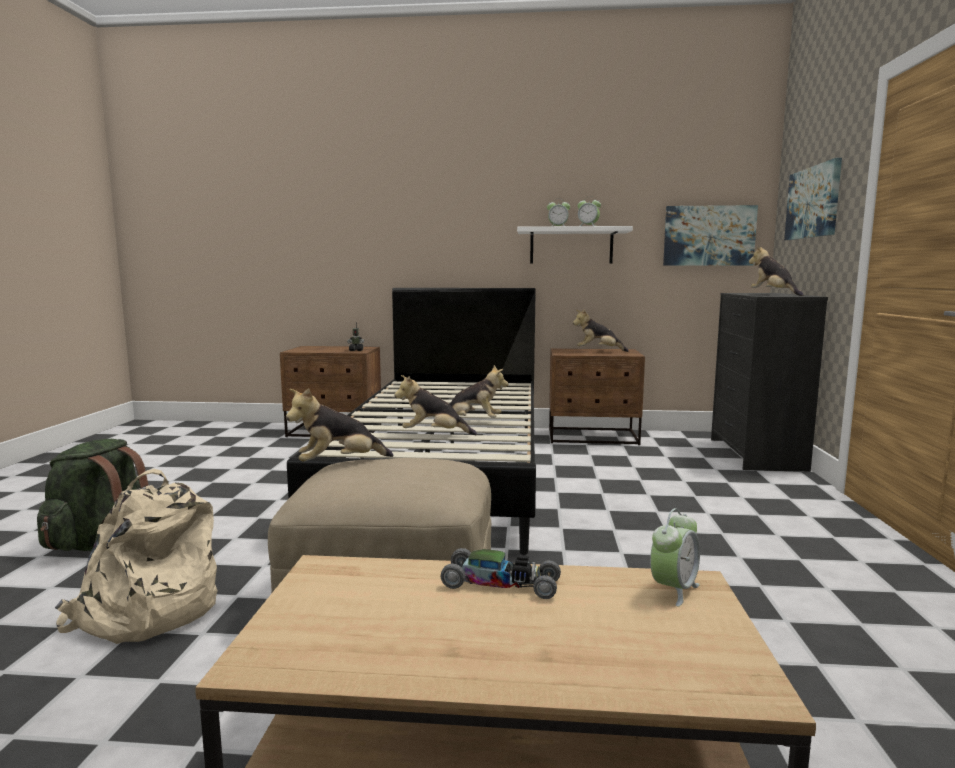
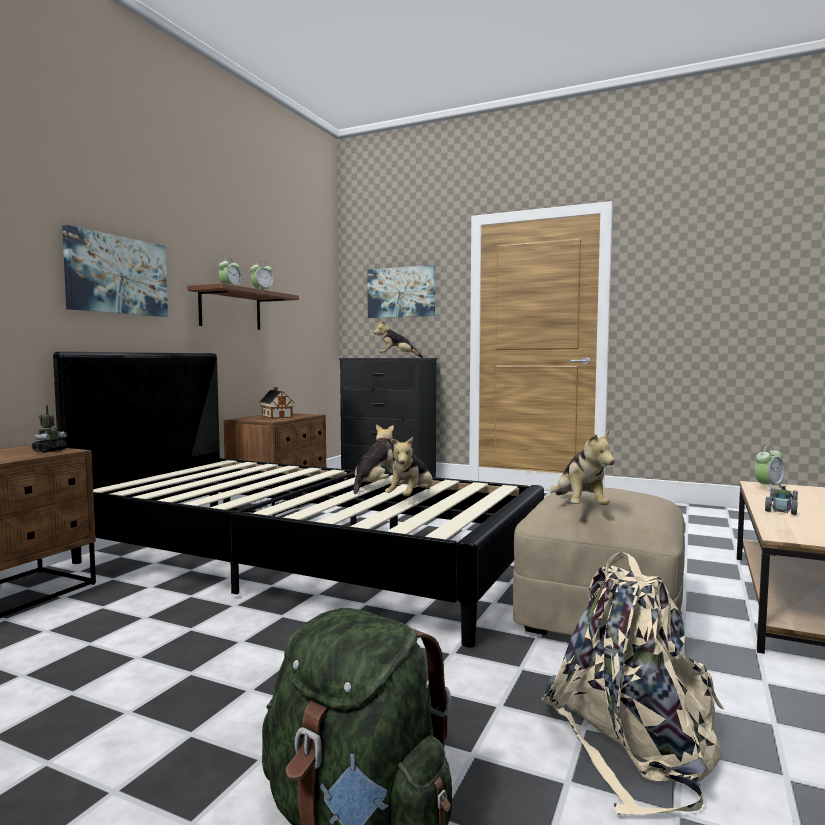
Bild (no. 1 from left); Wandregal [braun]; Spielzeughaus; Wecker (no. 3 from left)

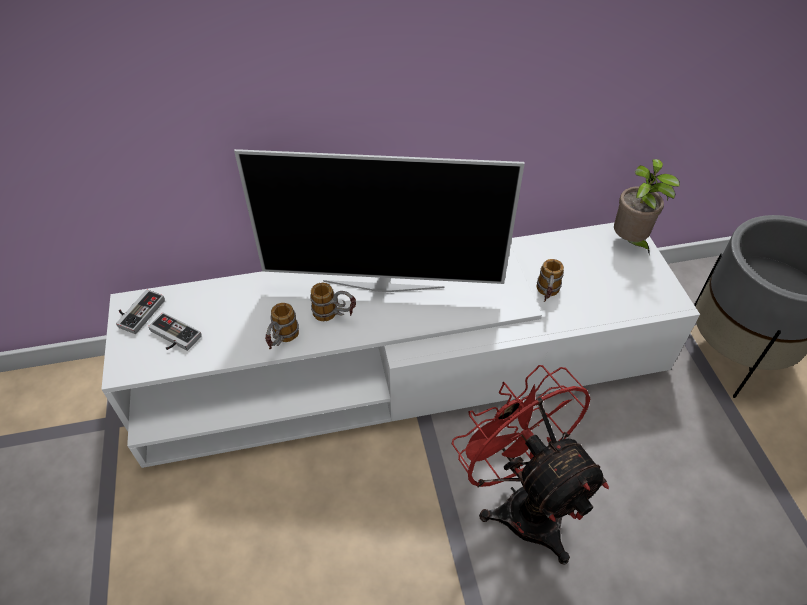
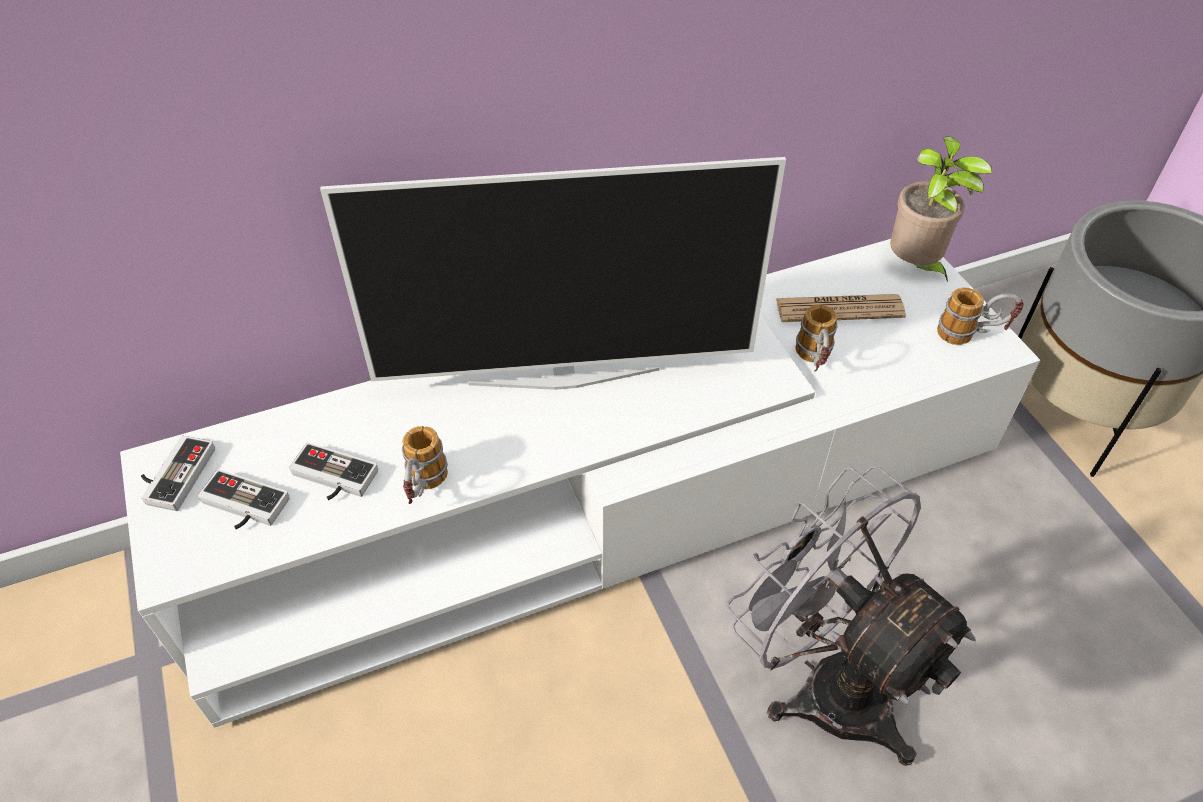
Henkelbecher (no. 3 from left); Ventilator [grau]; Zeitung; Gamepad (no. 3 from left)

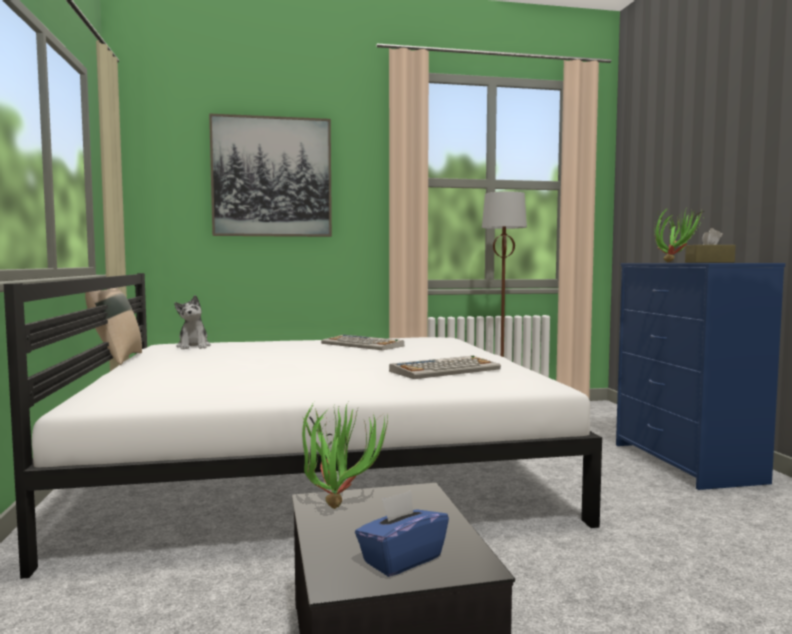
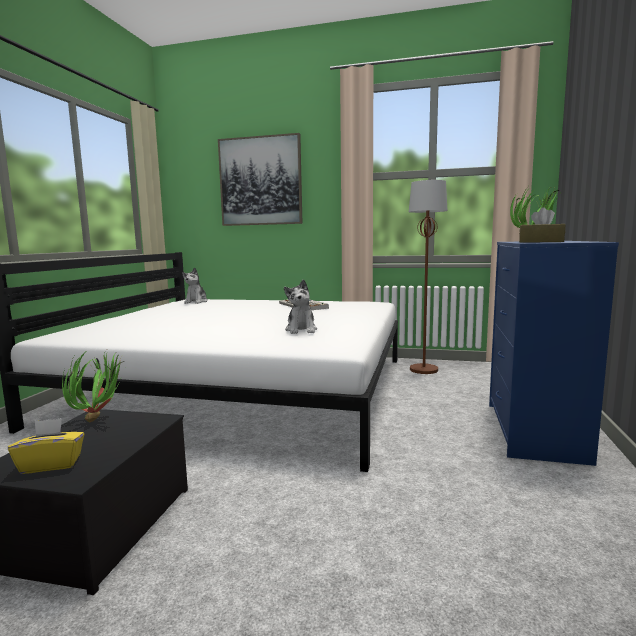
Kissen [beige]; Plüschtier (no. 2 from left); Taschentuchbox [gelb]

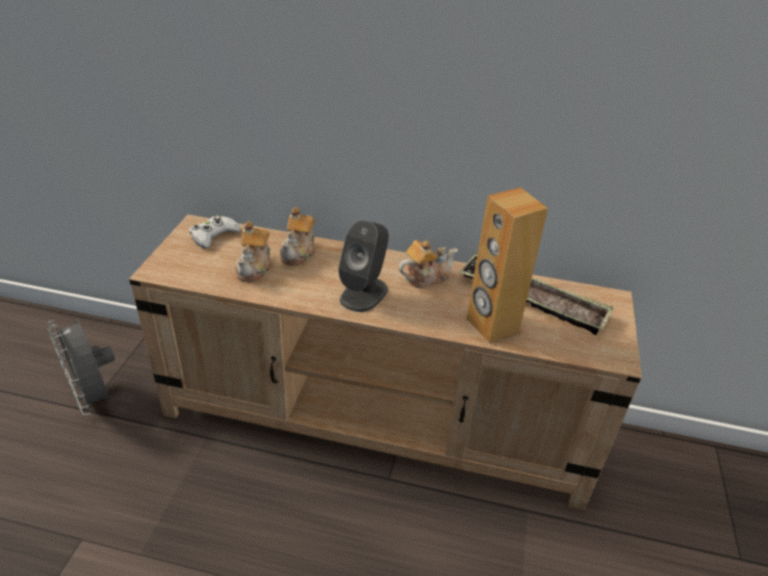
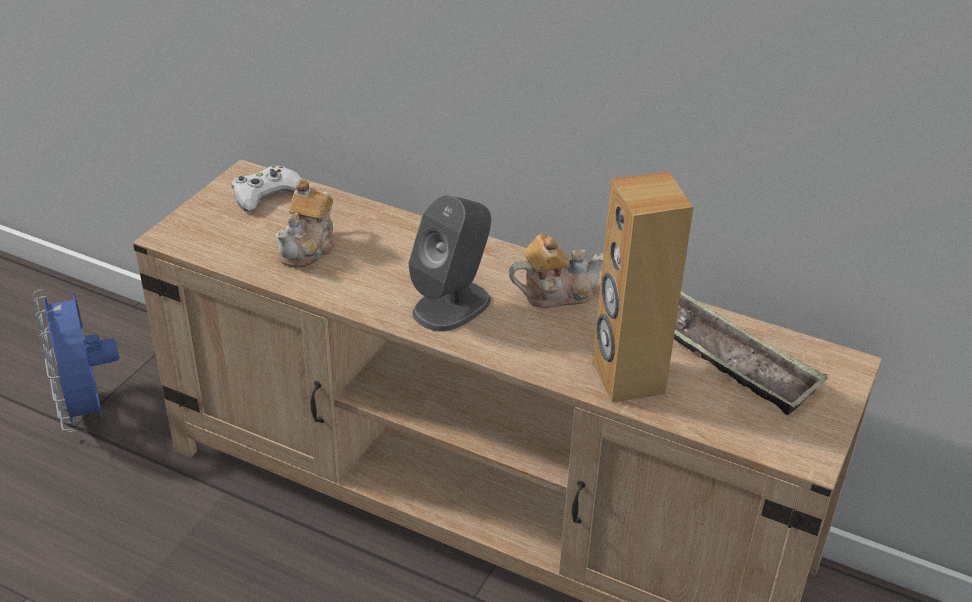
Teekanne (no. 2 from left in the first image); Ventilator [blau]

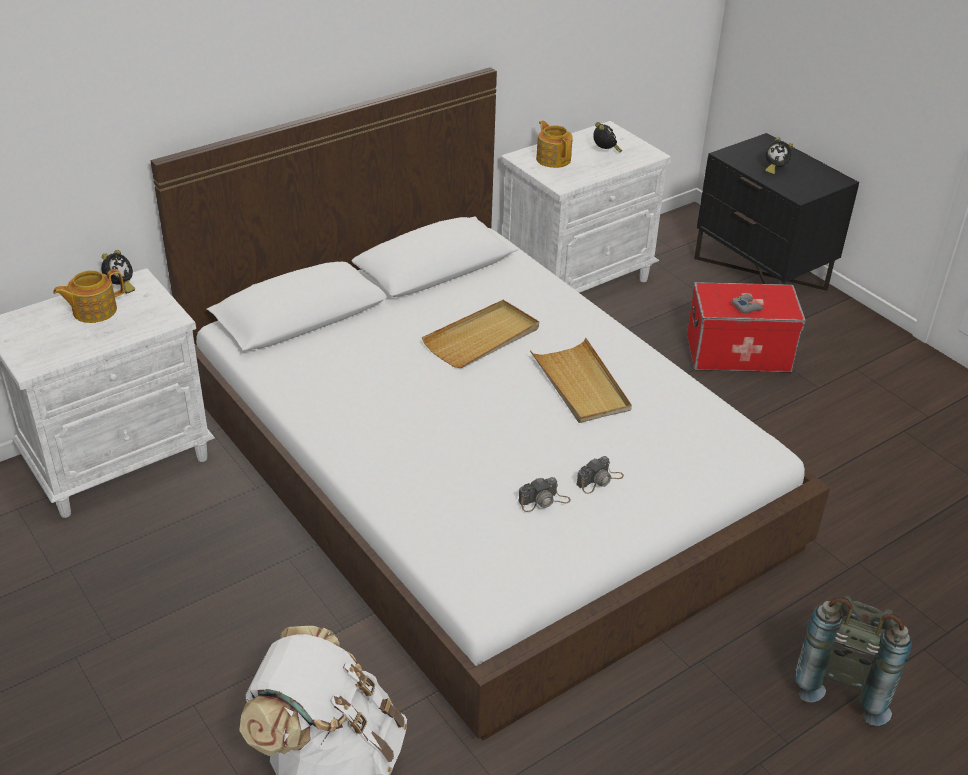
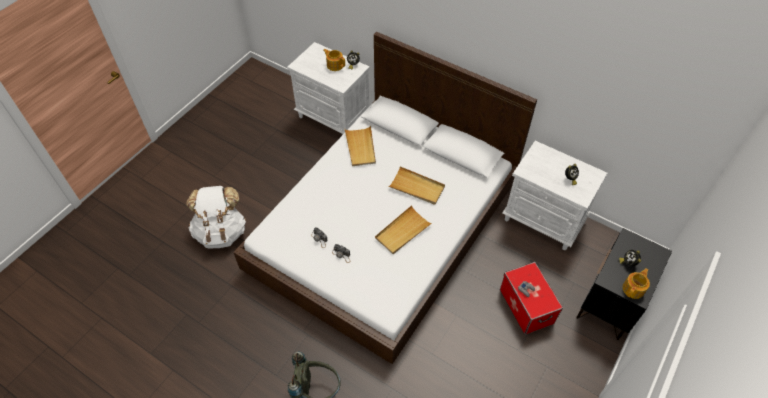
Teekanne (no. 2 from left); Tablett [beige] (no. 1 from left)

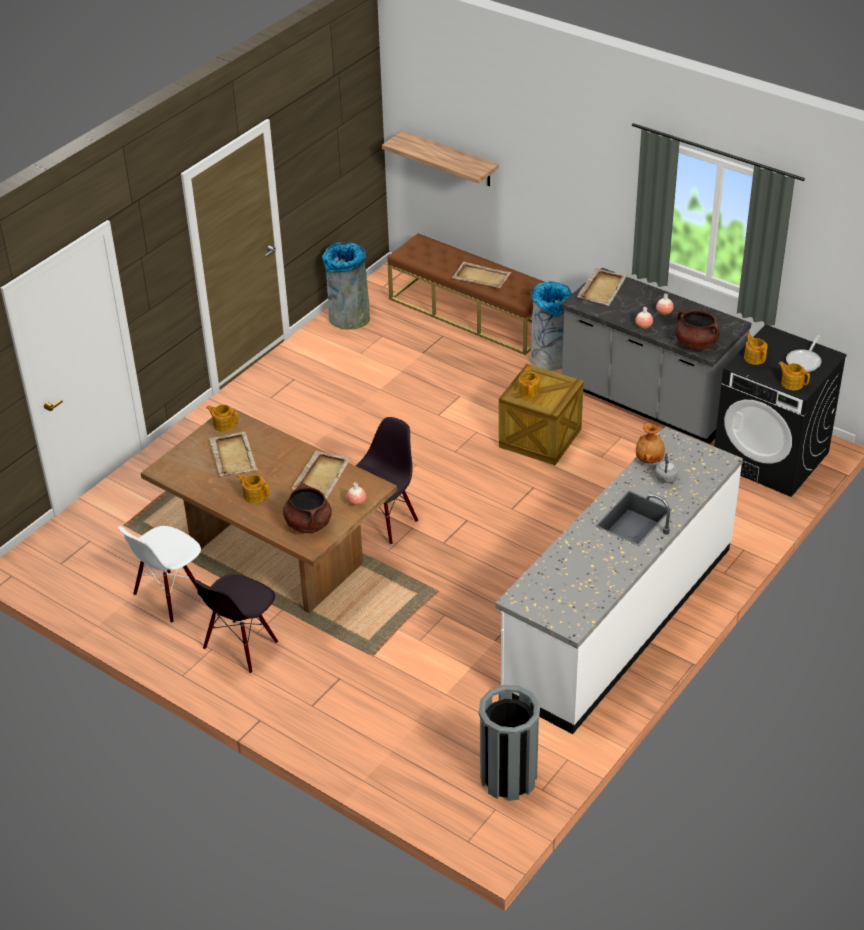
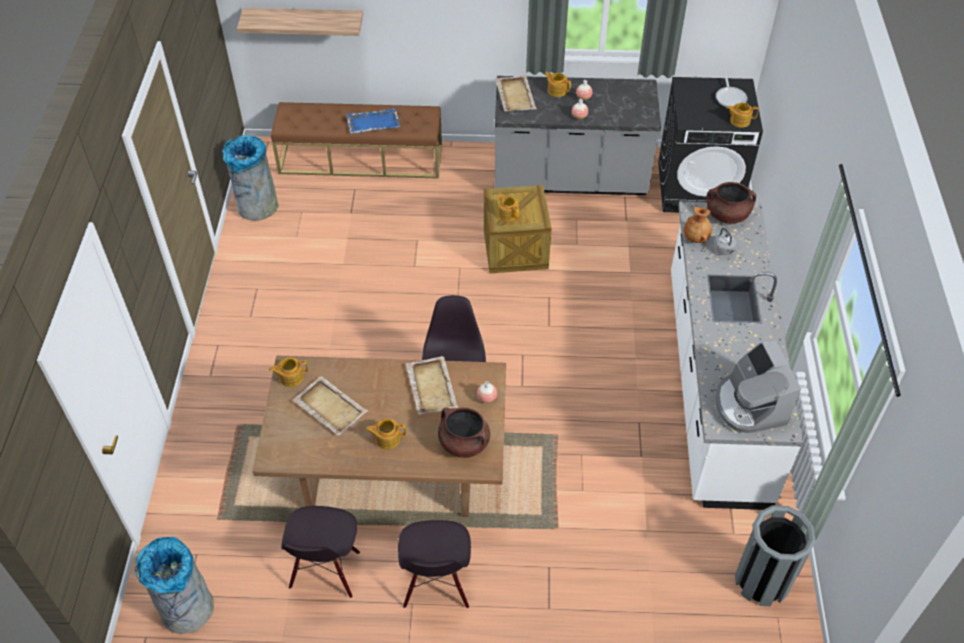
Tablett [blau]; Mülleimer [grau] (no. 1 from left); Kochtopf [braun] (no. 2 from left); Teekanne (no. 4 from left); Stuhl [schwarz] (no. 1 from left); Kaffeemaschine

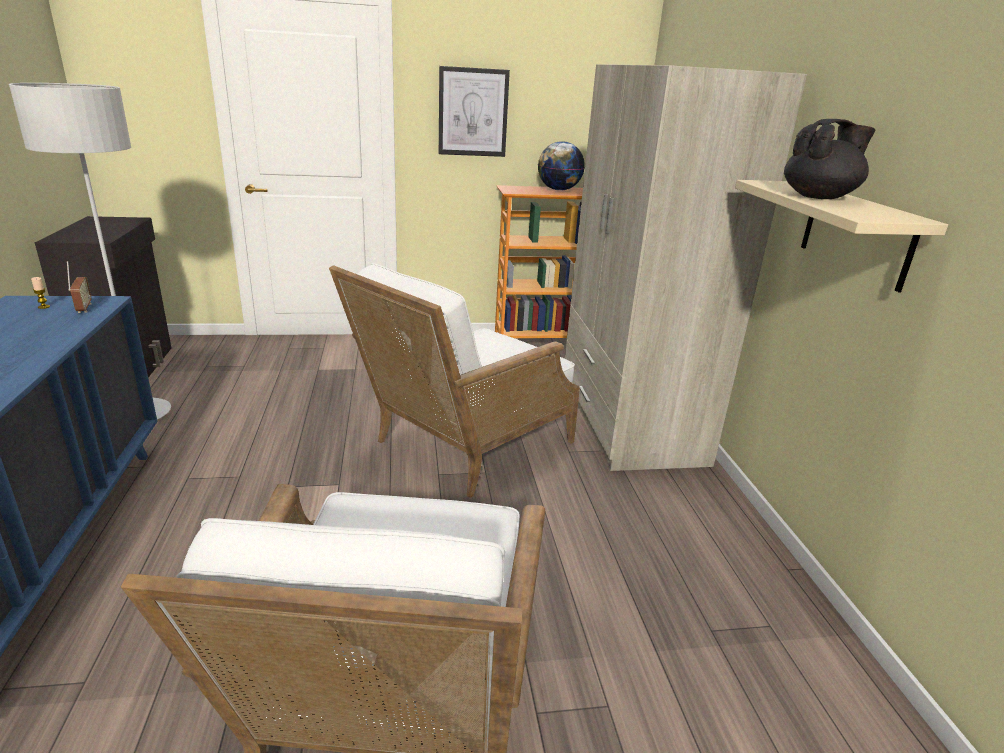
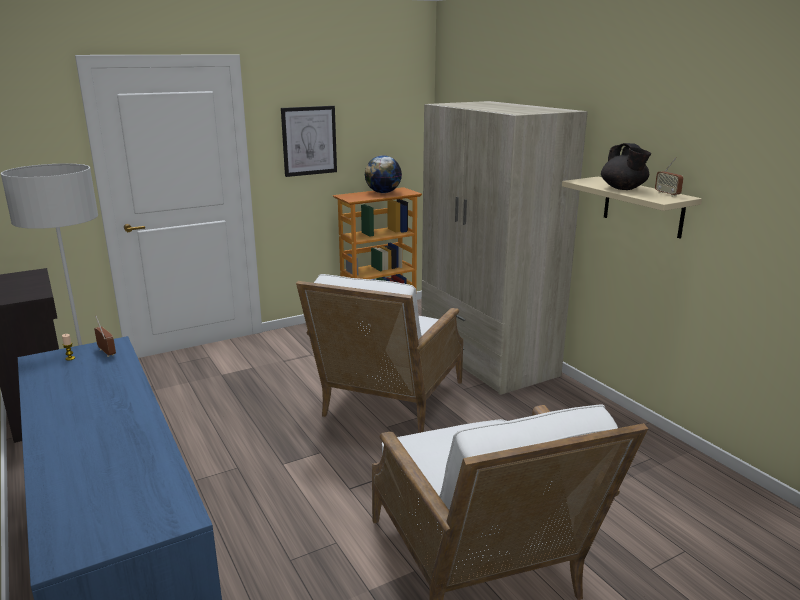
Teekanne [schwarz]; Radio (no. 2 from left)

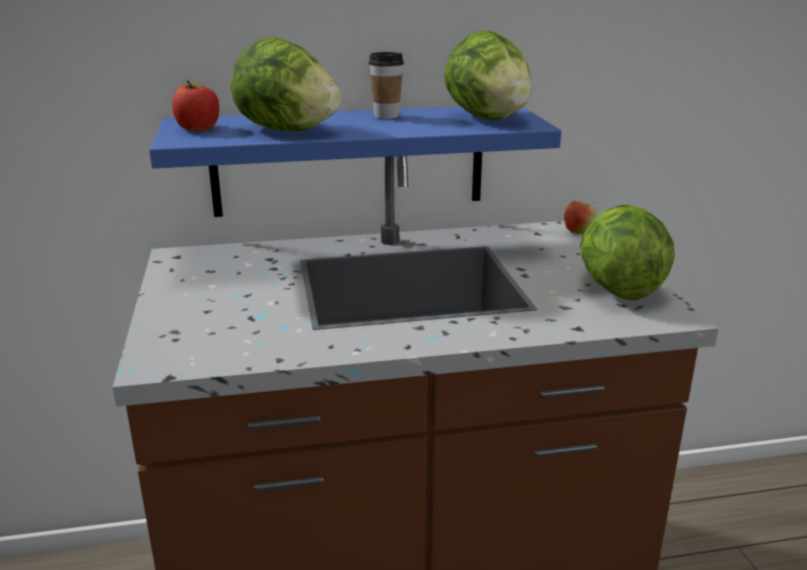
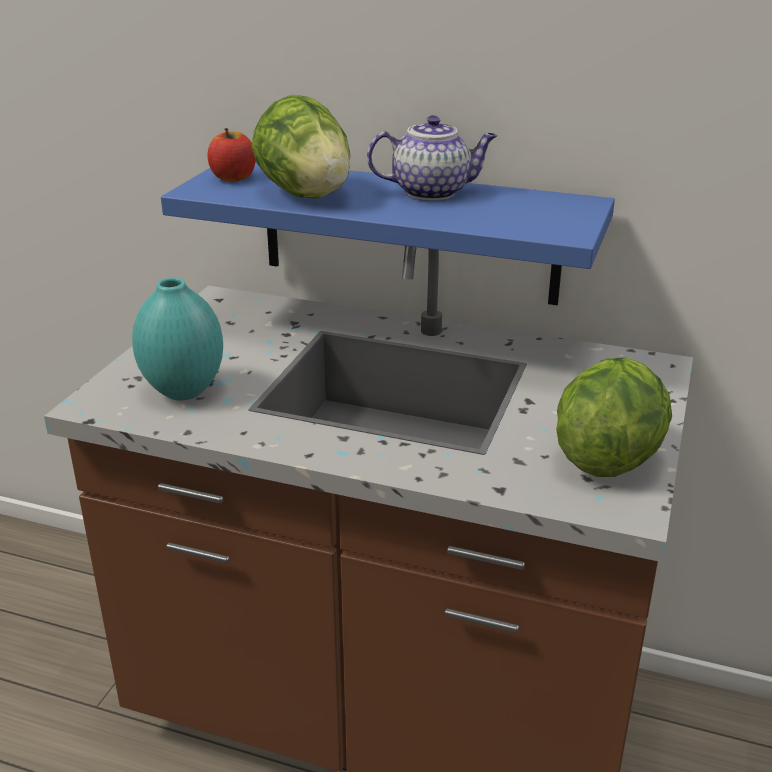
Salatkopf (no. 2 from left in the first image); Teekanne; Apfel (no. 2 from left in the first image); Vase [türkis]

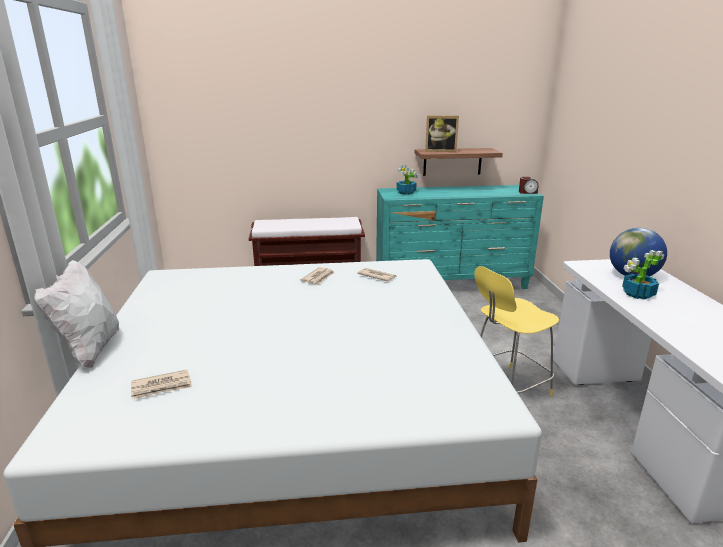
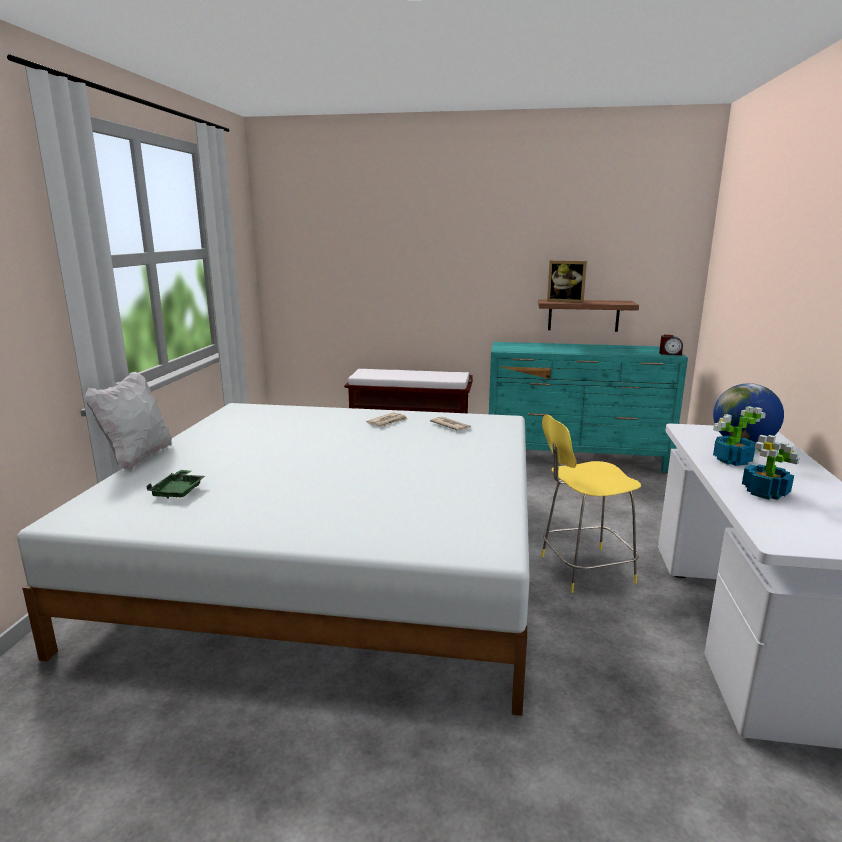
Topfpflanze (no. 2 from left); Tablett [grün]

